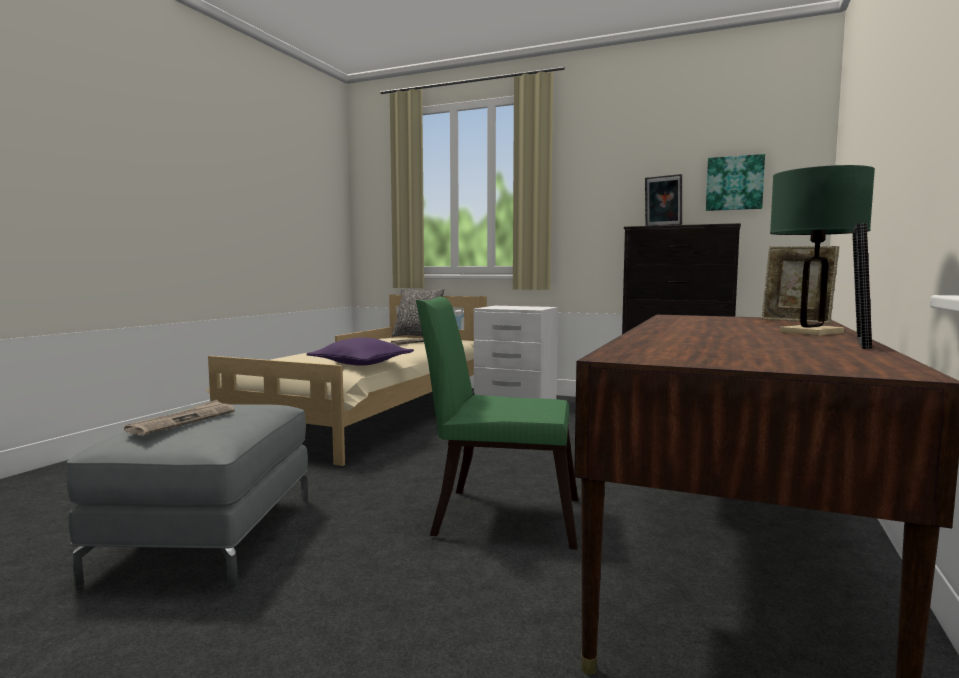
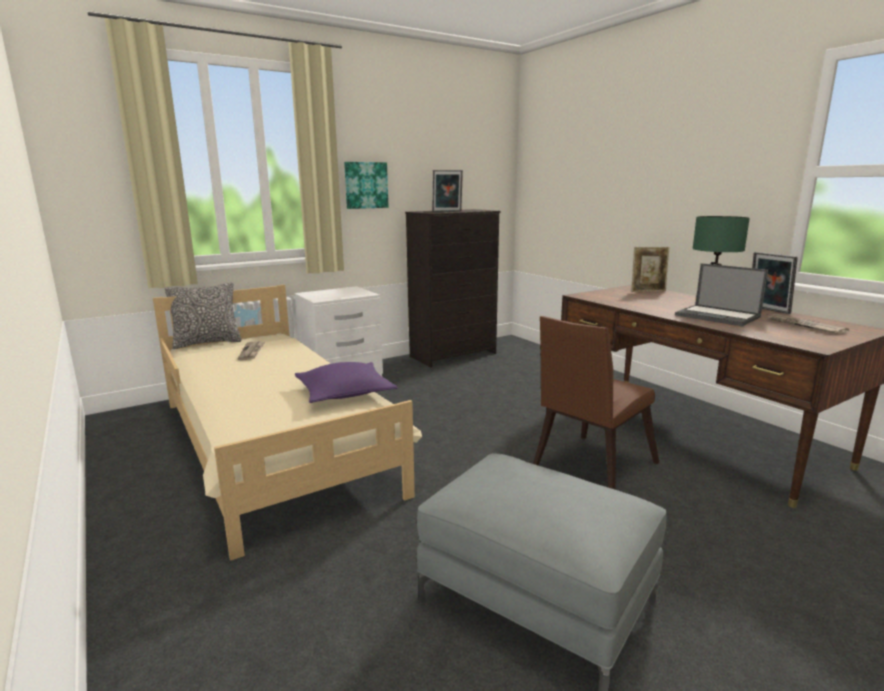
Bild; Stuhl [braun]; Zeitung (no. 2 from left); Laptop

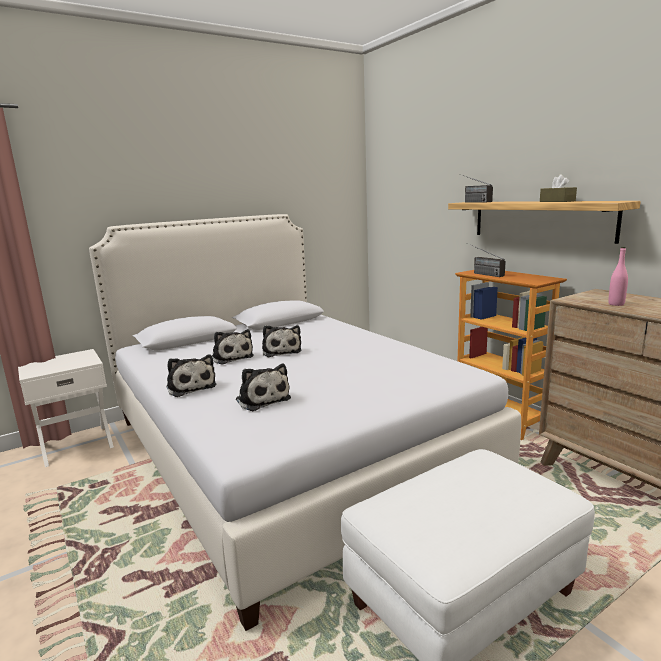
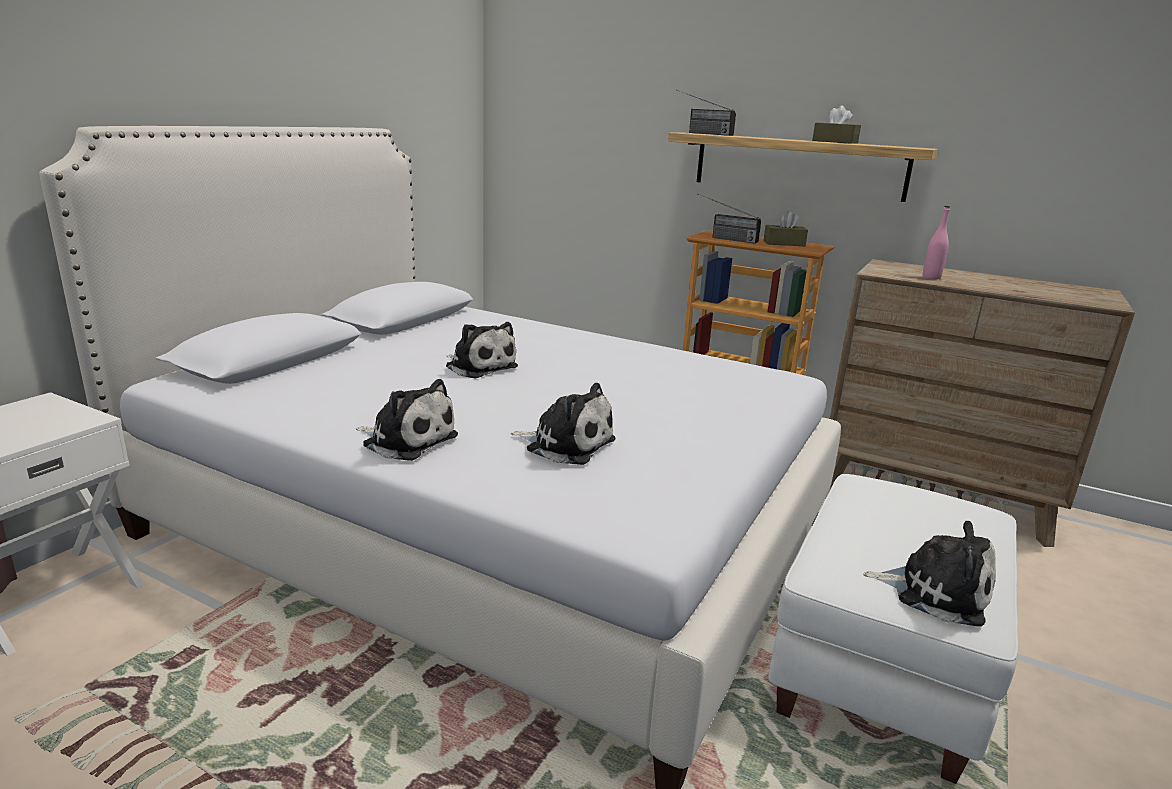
Plüschtier (no. 4 from left); Taschentuchbox [braun] (no. 1 from left)

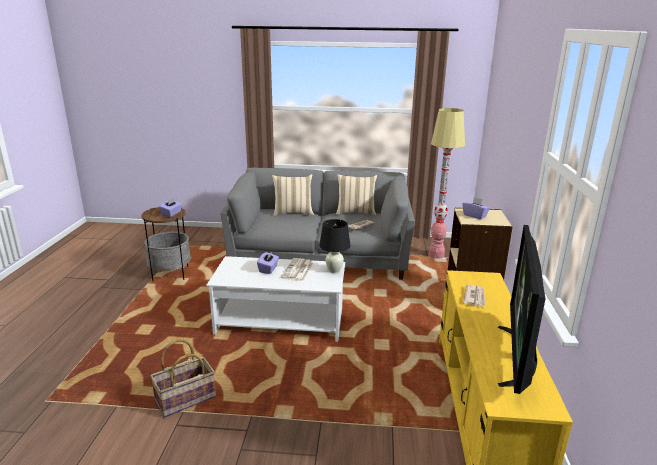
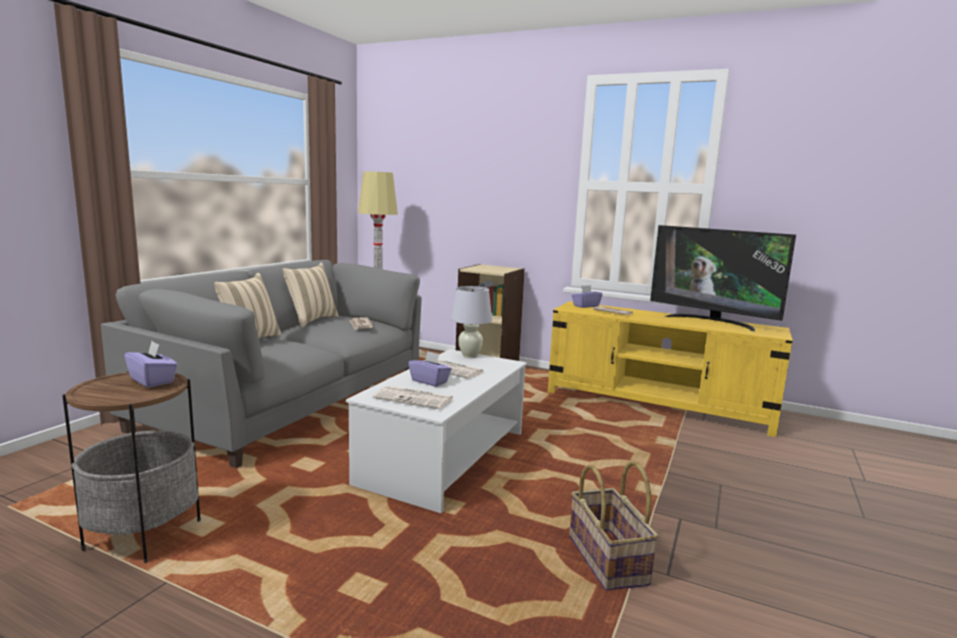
Taschentuchbox [lila] (no. 3 from left); Tischlampe [weiß]; Zeitung (no. 2 from left)

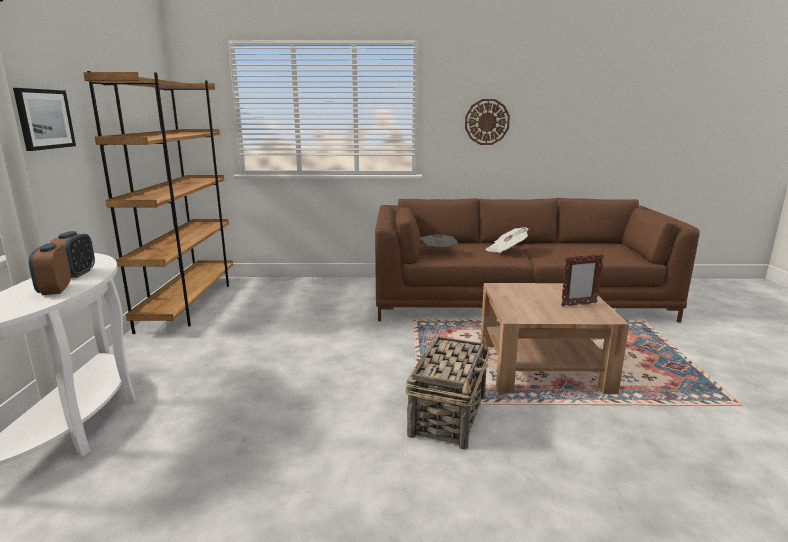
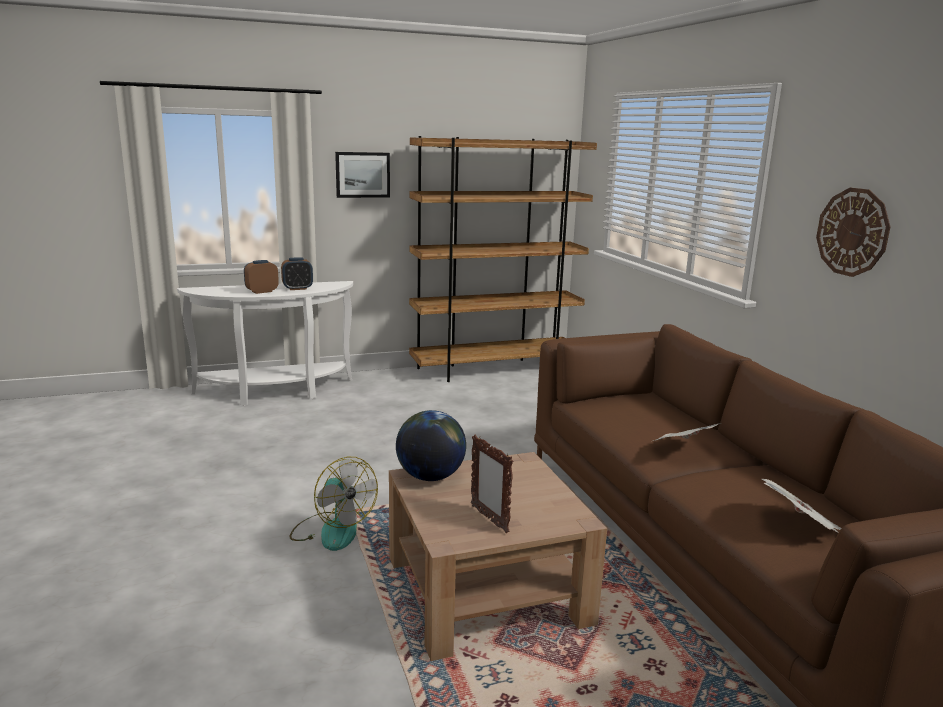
Zeitung (no. 2 from left); Ventilator; Globus

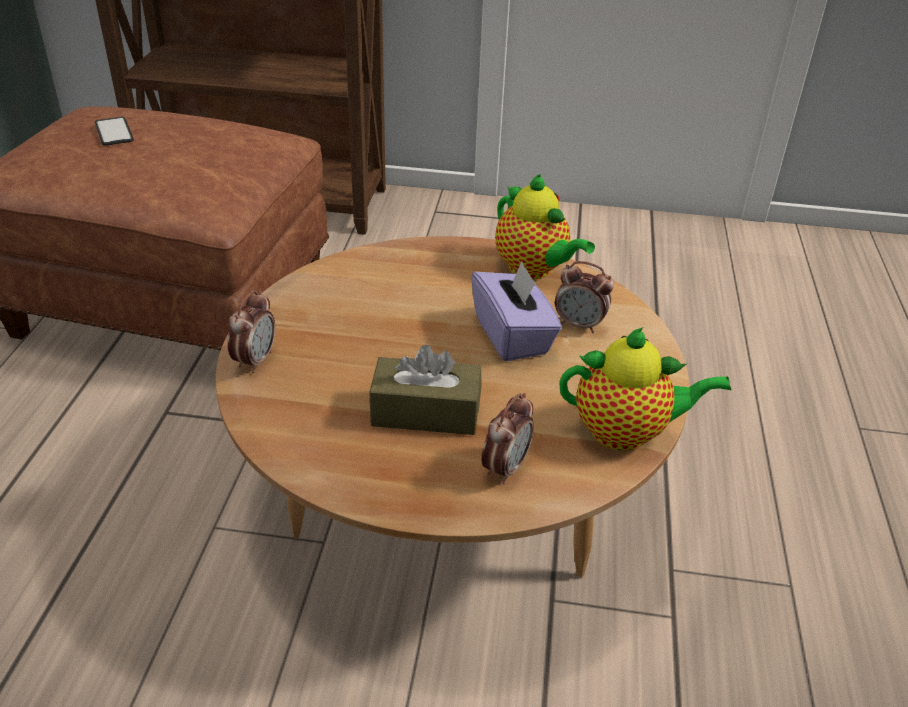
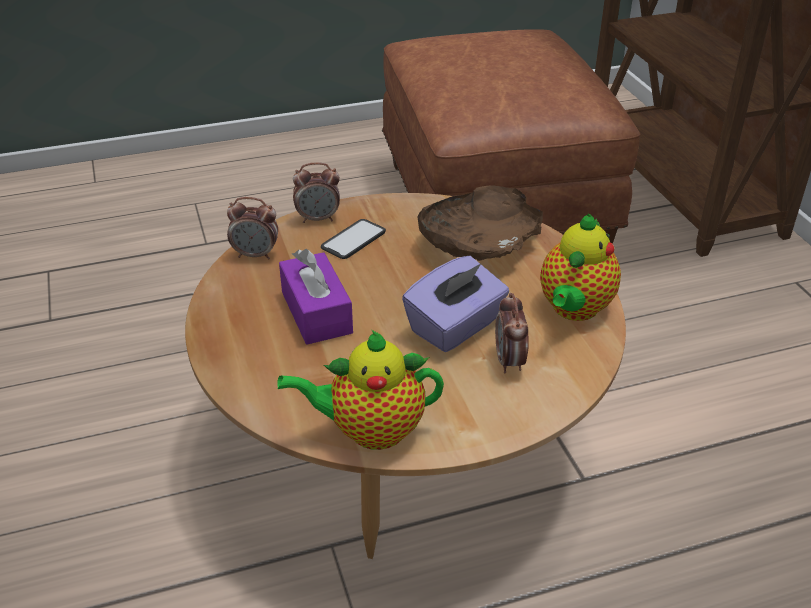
Handy; Teekanne (no. 1 from left); Taschentuchbox [lila] (no. 1 from left); Wecker (no. 1 from left); Schüssel [braun]

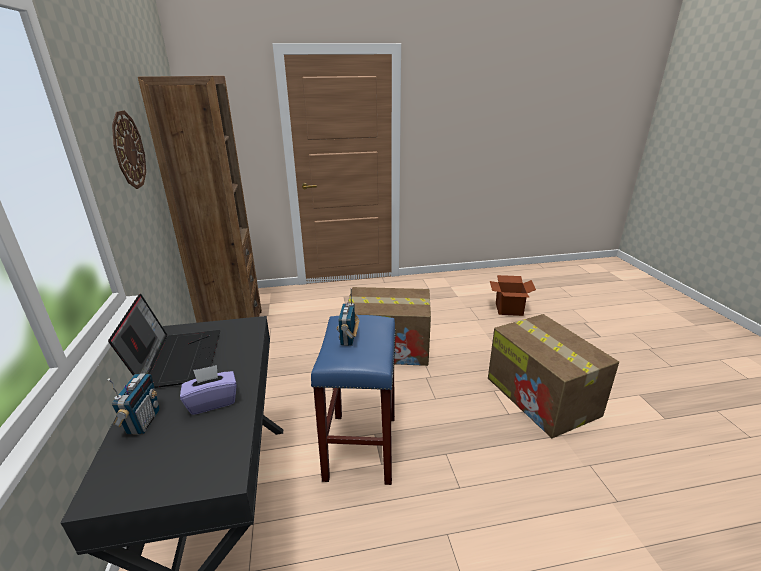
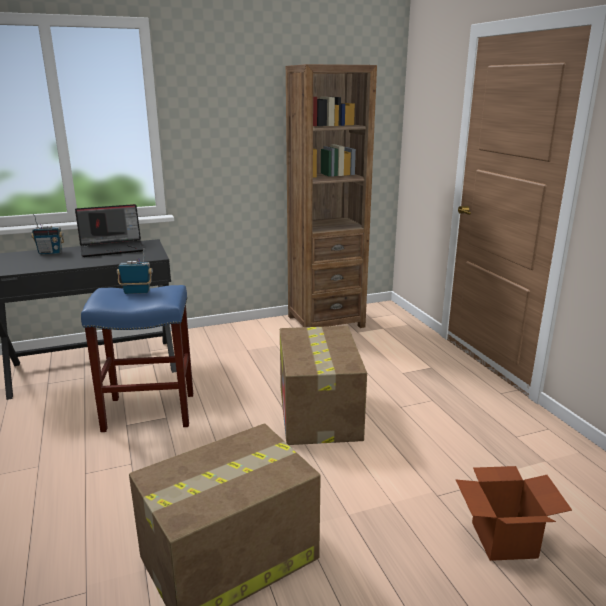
Wanduhr; Taschentuchbox [lila]

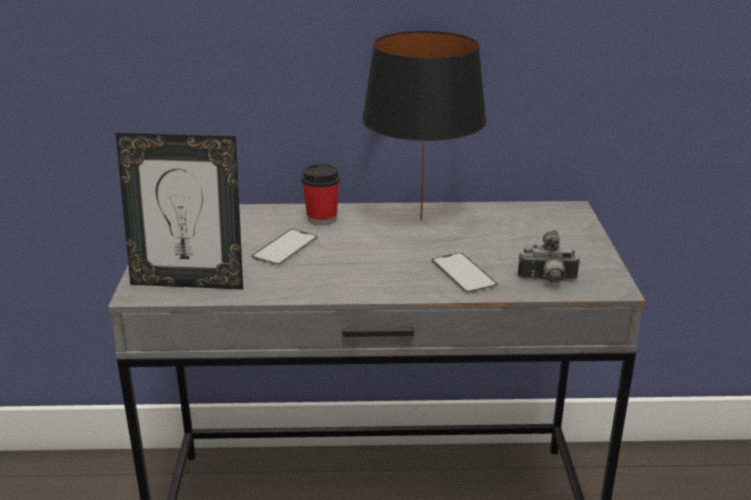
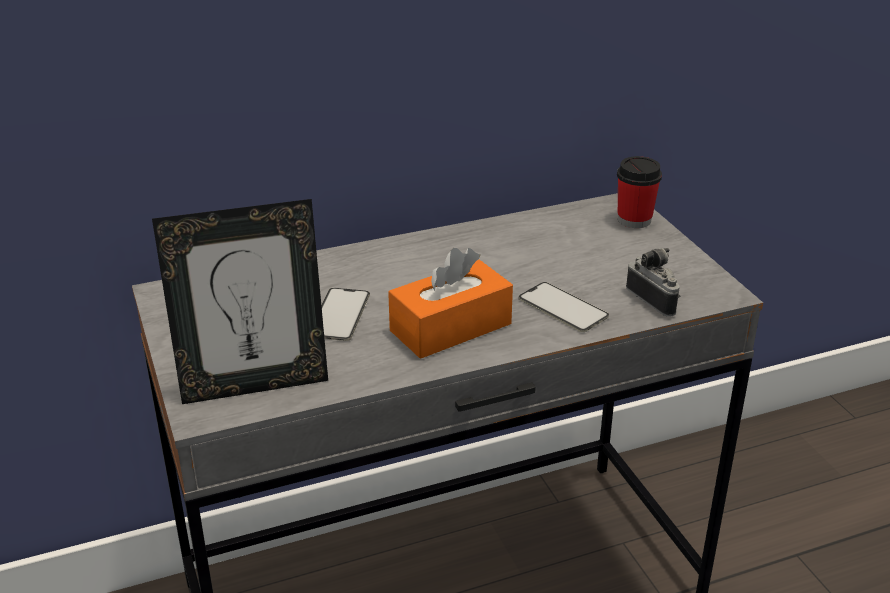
Tischlampe [schwarz]; Tasse; Kamera; Taschentuchbox [orange]

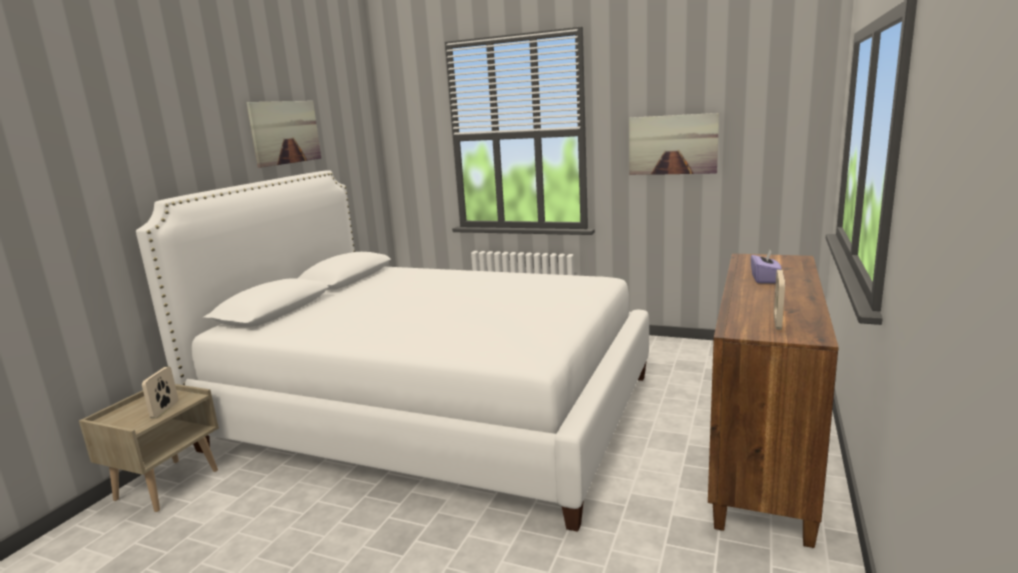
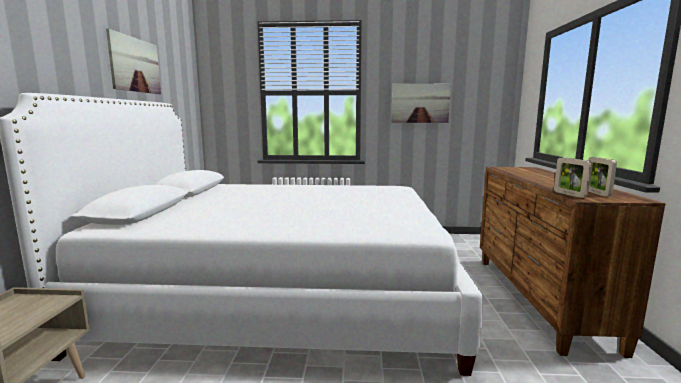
Taschentuchbox [lila]; Bilderrahmen (no. 1 from left)

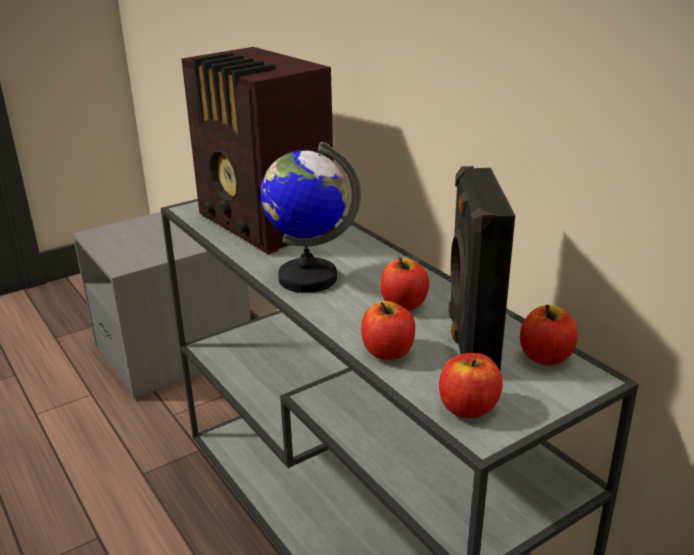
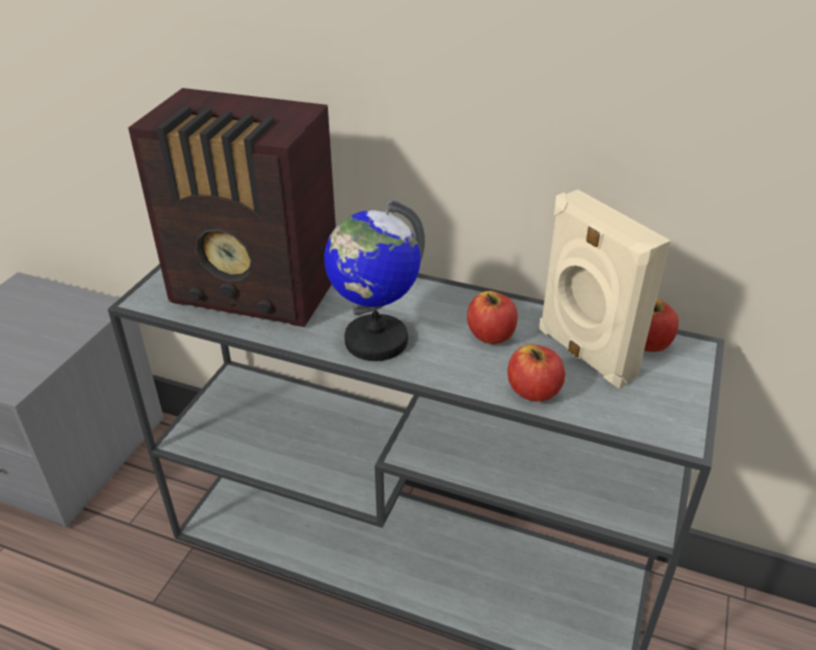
Lautsprecher [beige]; Apfel (no. 3 from left in the first image)

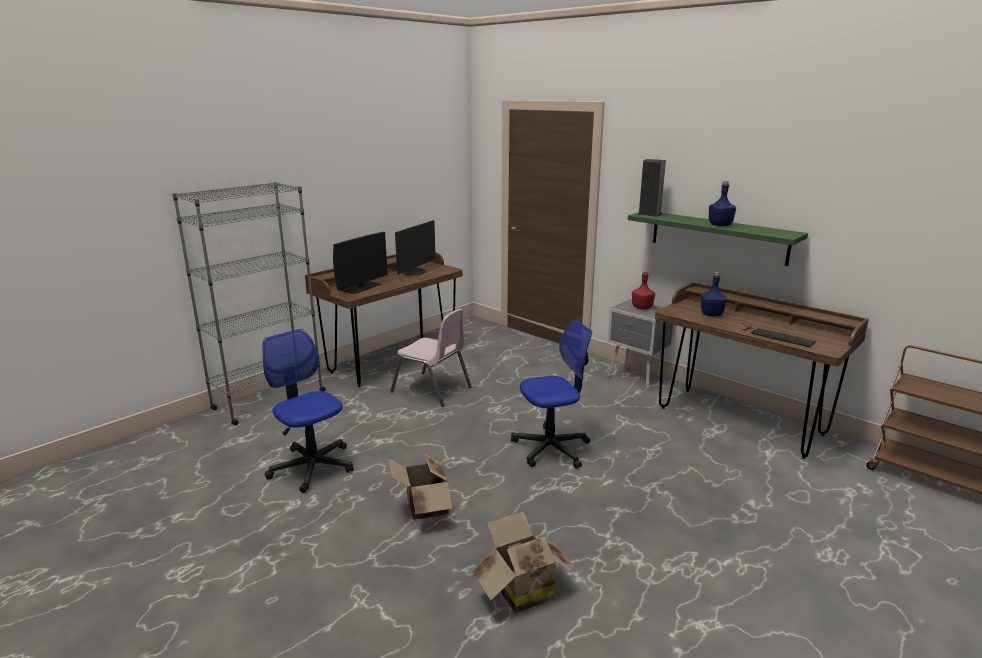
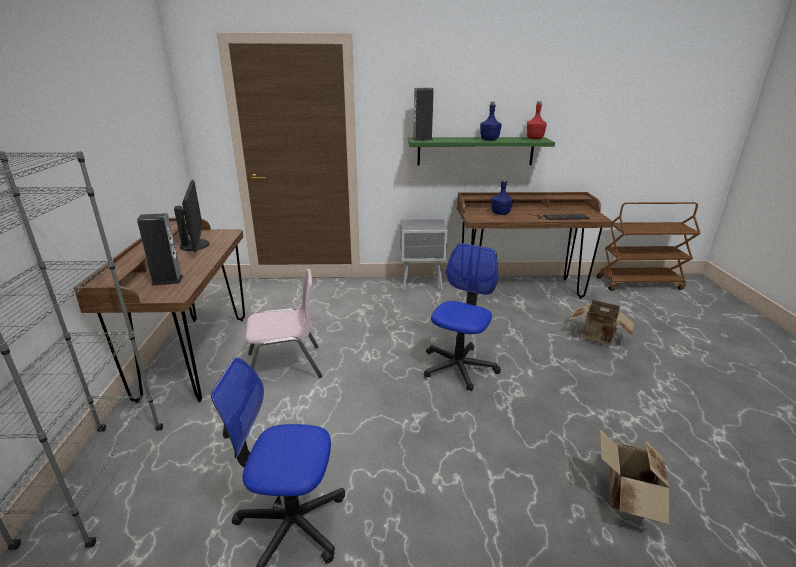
Lautsprecher (no. 1 from left); Flasche [rot]; Karton (no. 1 from left)

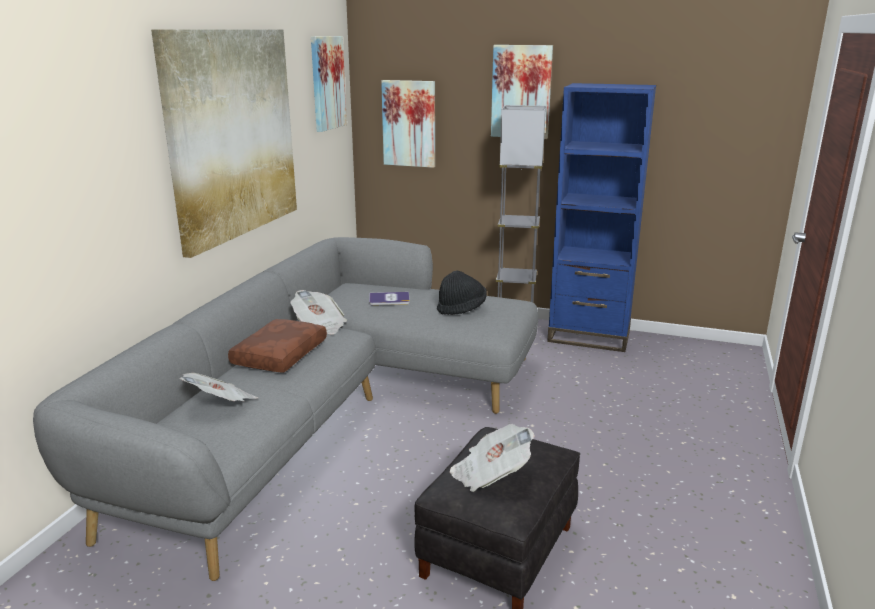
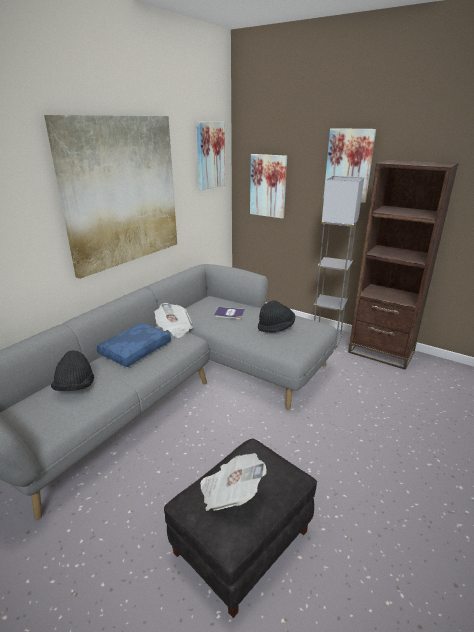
Bücherregal [braun]; Kissen [blau]; Hut [schwarz] (no. 1 from left)

